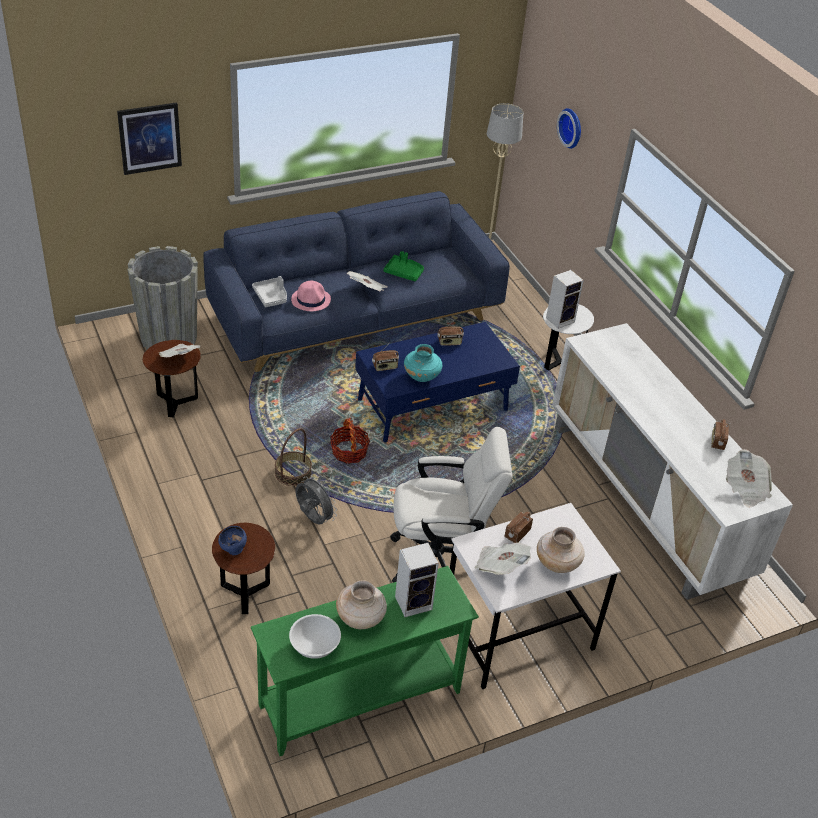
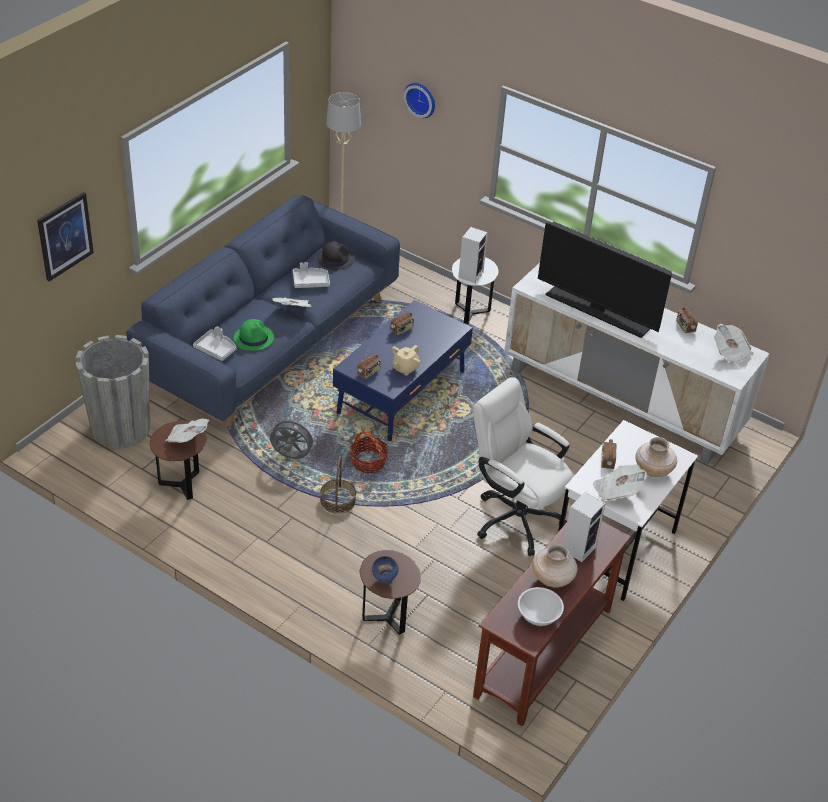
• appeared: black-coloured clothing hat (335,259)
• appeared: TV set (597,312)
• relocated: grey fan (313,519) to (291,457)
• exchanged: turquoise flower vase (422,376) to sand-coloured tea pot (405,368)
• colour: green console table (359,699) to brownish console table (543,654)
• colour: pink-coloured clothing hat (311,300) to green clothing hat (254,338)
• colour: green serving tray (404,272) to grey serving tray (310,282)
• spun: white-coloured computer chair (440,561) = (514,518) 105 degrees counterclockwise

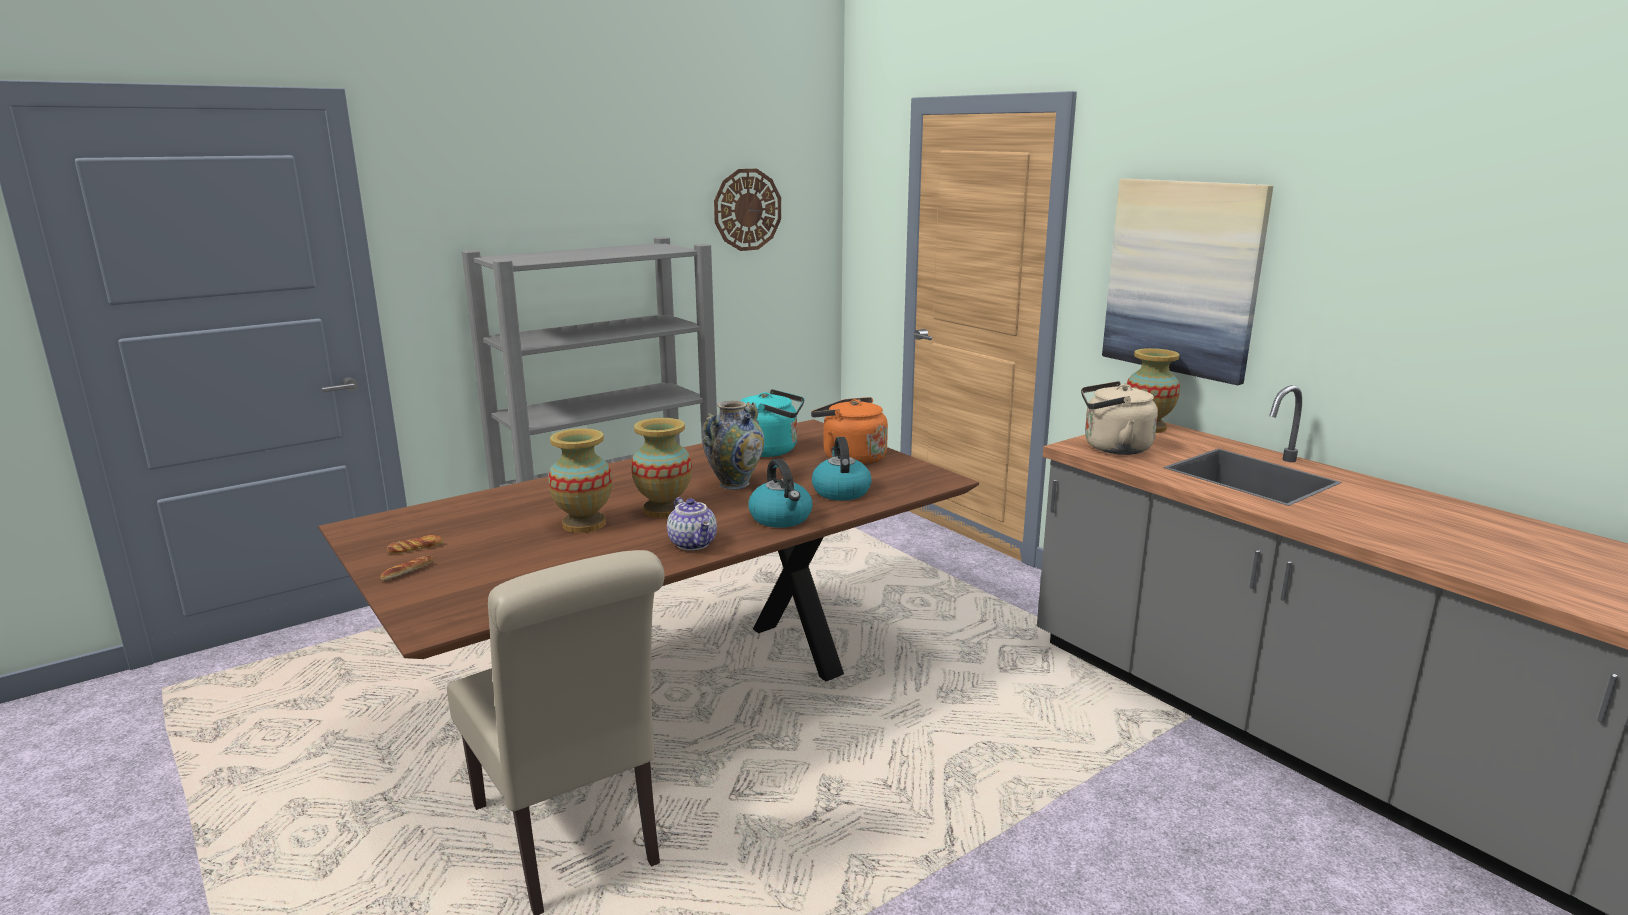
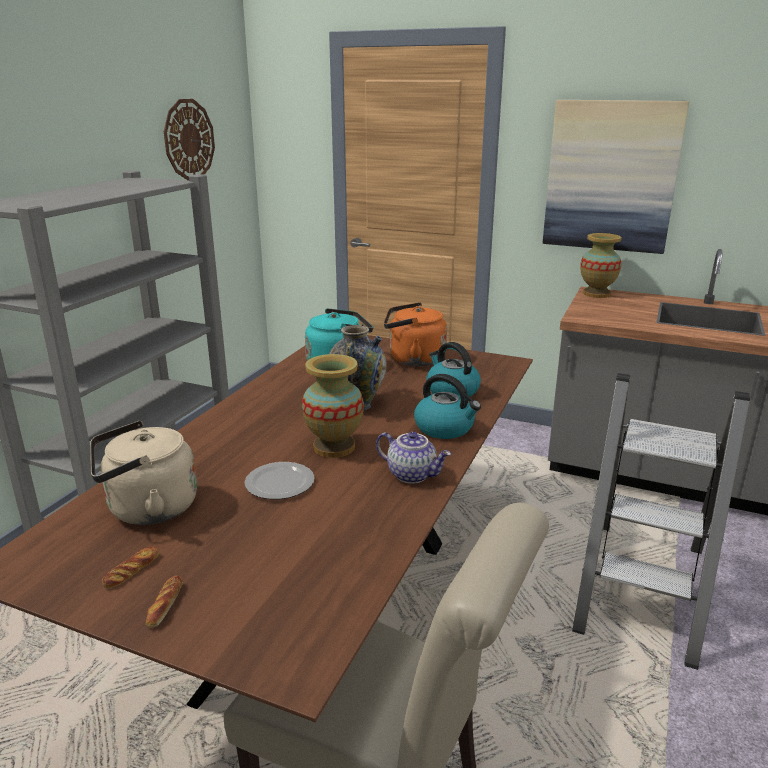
• appeared: grey step ladder (642,586)
• relocated: sand-coloured tea kettle (1112,448) to (147,509)
• exchanged: flower vase (584,524) to flat dish (280,484)

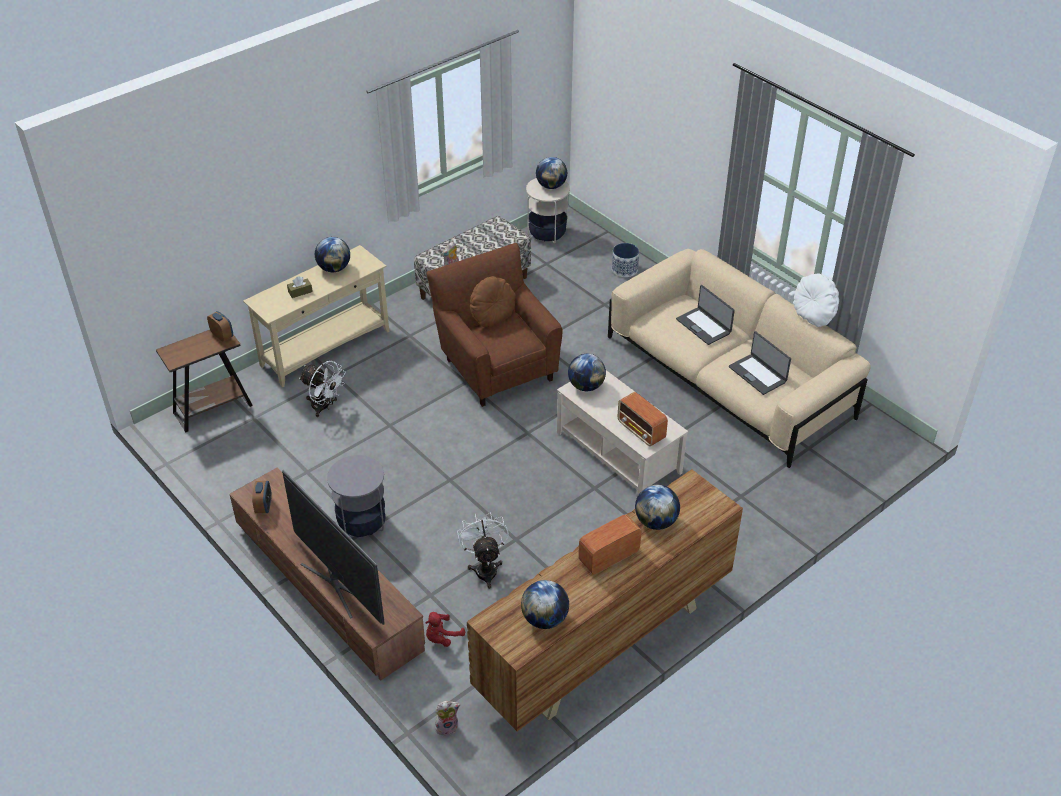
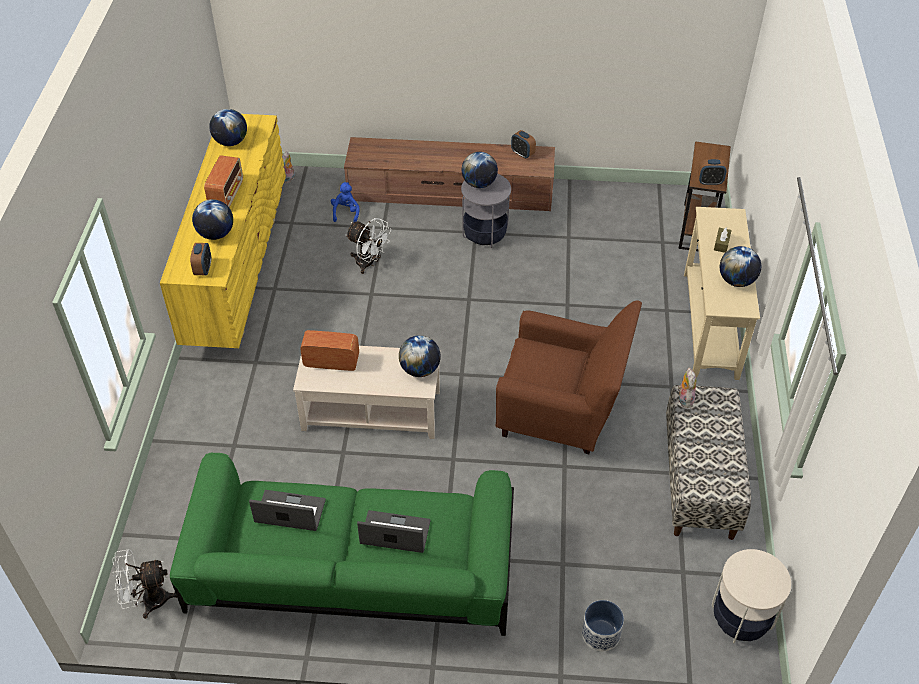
• missing: TV set (337,583)
• missing: brownish cushion (492,319)
• missing: white-coloured cushion (813,317)
• appeared: bedside clock (203,269)
• relocated: white-coloured fan (324,407) to (148,600)
• relocated: desk globe (551,186) to (479,183)
• colour: red cuddly toy (442,637) to blue-coloured cuddly toy (346,212)
• colour: brownish storage cabinet (605,645) to yellowish storage cabinet (238,273)
• colour: sand-coloured settee (731,376) to green settee (350,570)

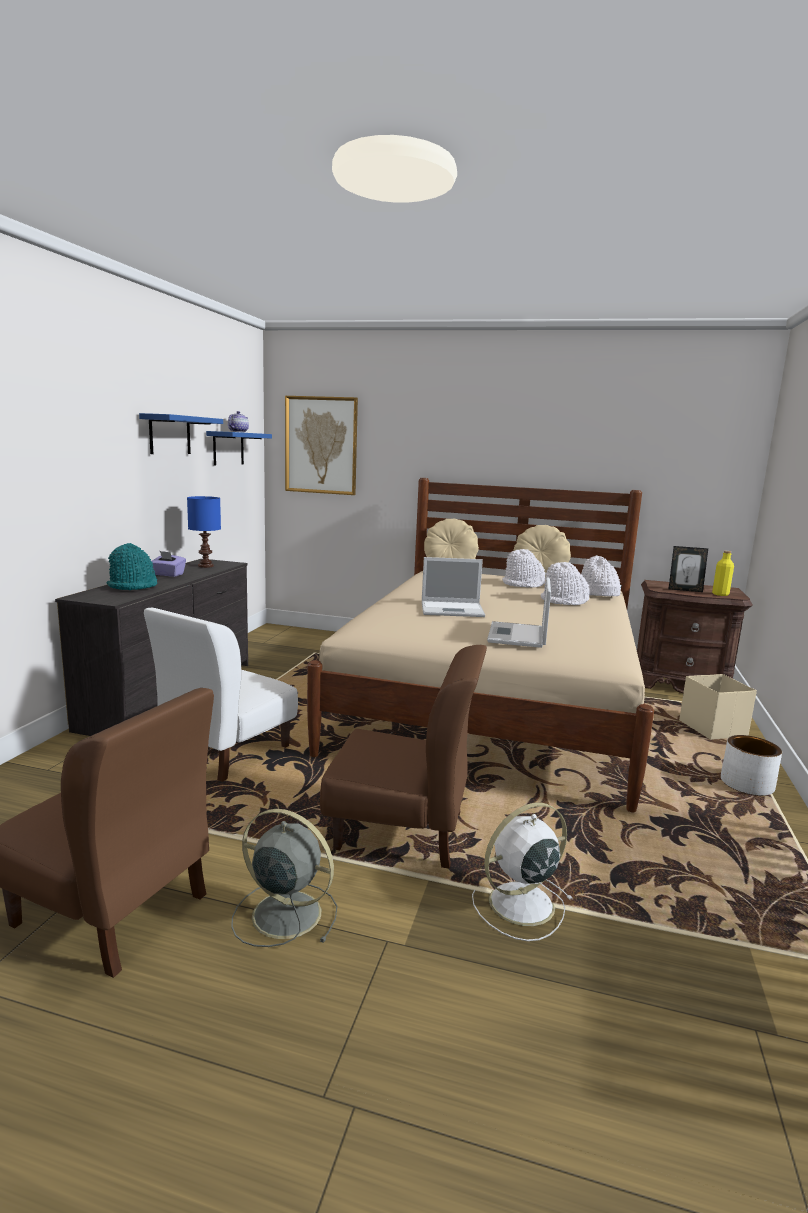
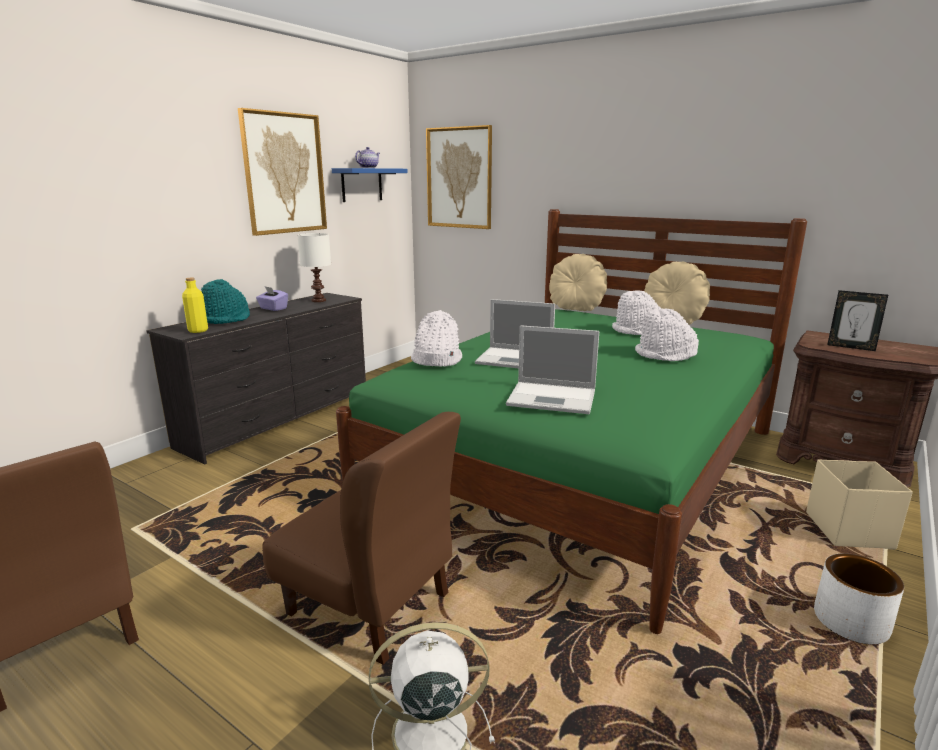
• missing: white-coloured upright chair (225,753)
• missing: grey fan (284,913)
• relocated: white-coloured clothing hat (596,593) to (436,360)
• relocated: yellowish drink bottle (720,594) to (198,330)
• exchanged: blue-coloured bracket shelf (170,435) to wall art (284,173)
• colour: blue-coloured lamp for a table (205,566) to white-coloured lamp for a table (318,300)
• colour: sand-coloured sleeping bed (492,704) to green sleeping bed (580,463)
• spun: portable computer (517,636) = (553,398) 105 degrees counterclockwise

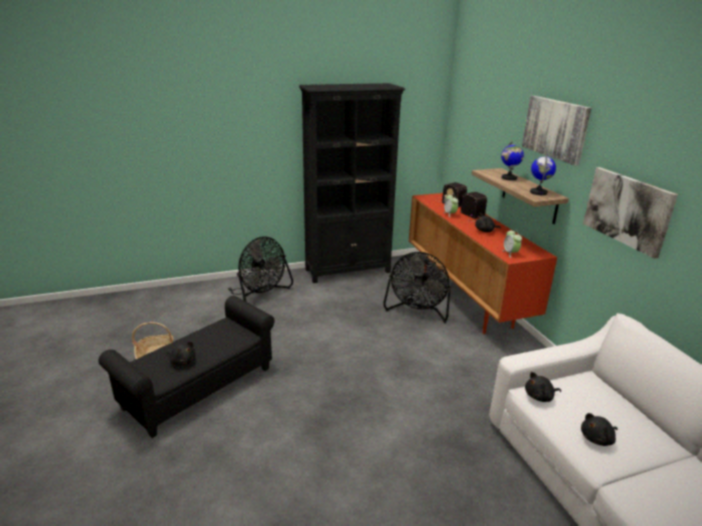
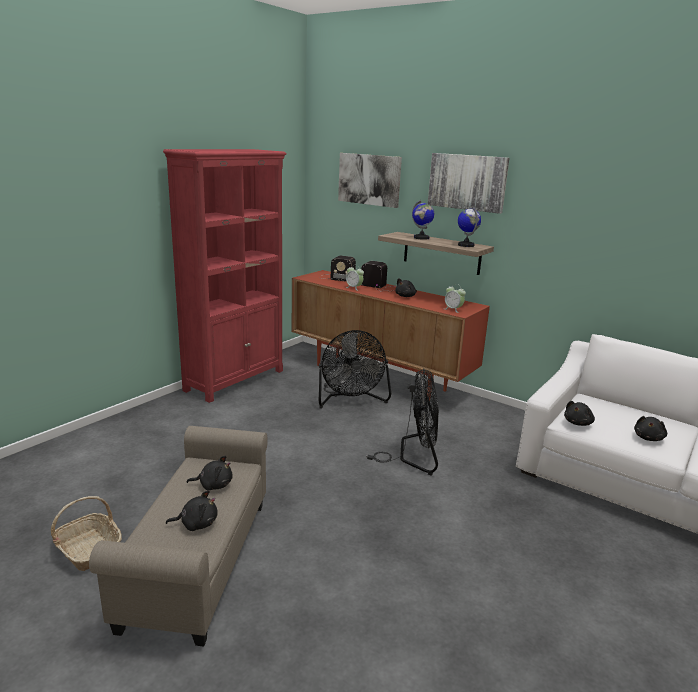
• appeared: black-coloured cuddly toy (213,485)
• relocated: black-coloured fan (259,295) to (413,453)
• relocated: wall art (627,210) to (369,179)
• colour: black-coloured ottoman (199,387) to sand-coloured ottoman (198,561)
• colour: black-coloured bookshelf (348,271) to red bookshelf (235,380)

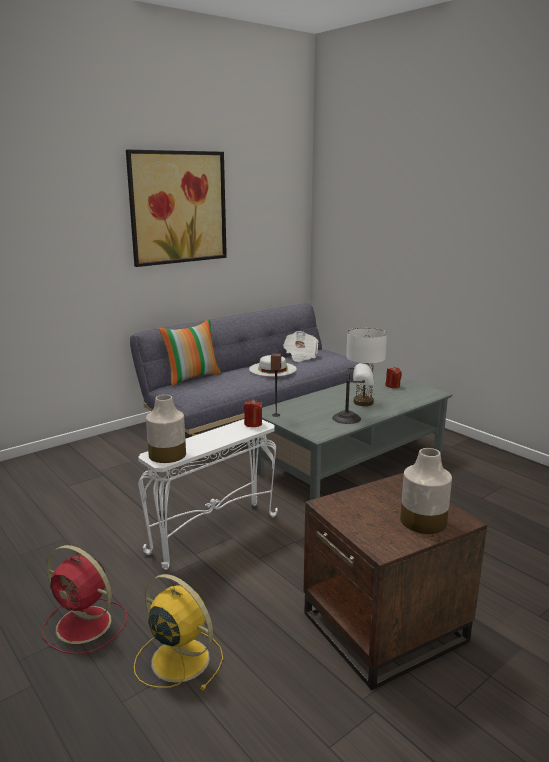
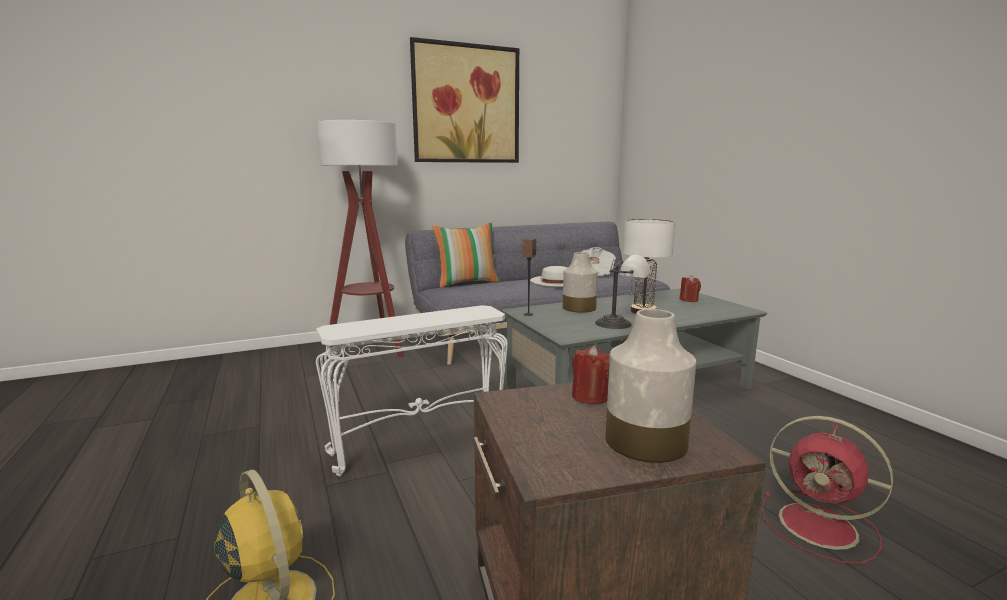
• appeared: standard lamp (371,347)
• relocated: red fan (86,625) to (821,527)
• relocated: sand-coloured flower vase (167,454) to (579,308)
• relocated: red wax candle (253,424) to (590,397)

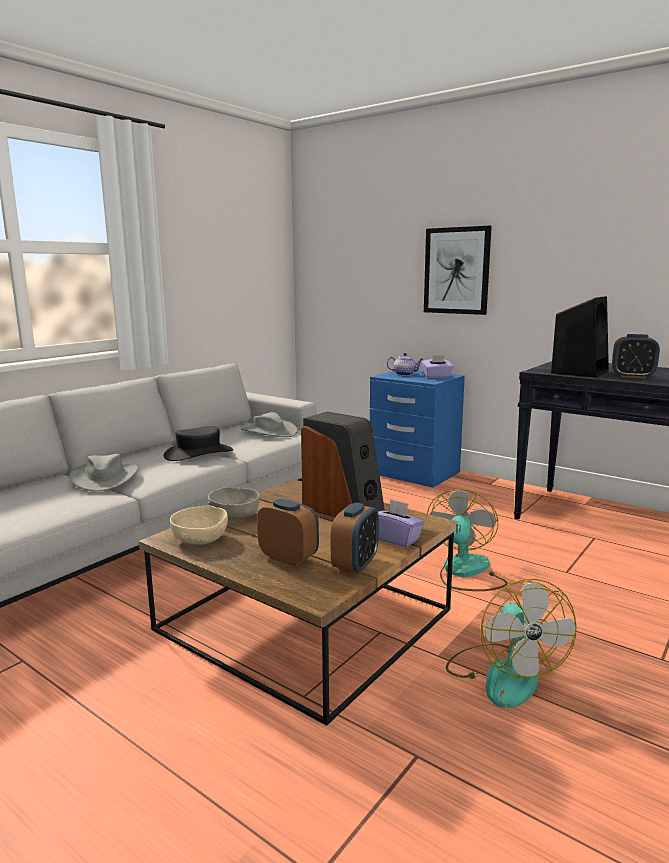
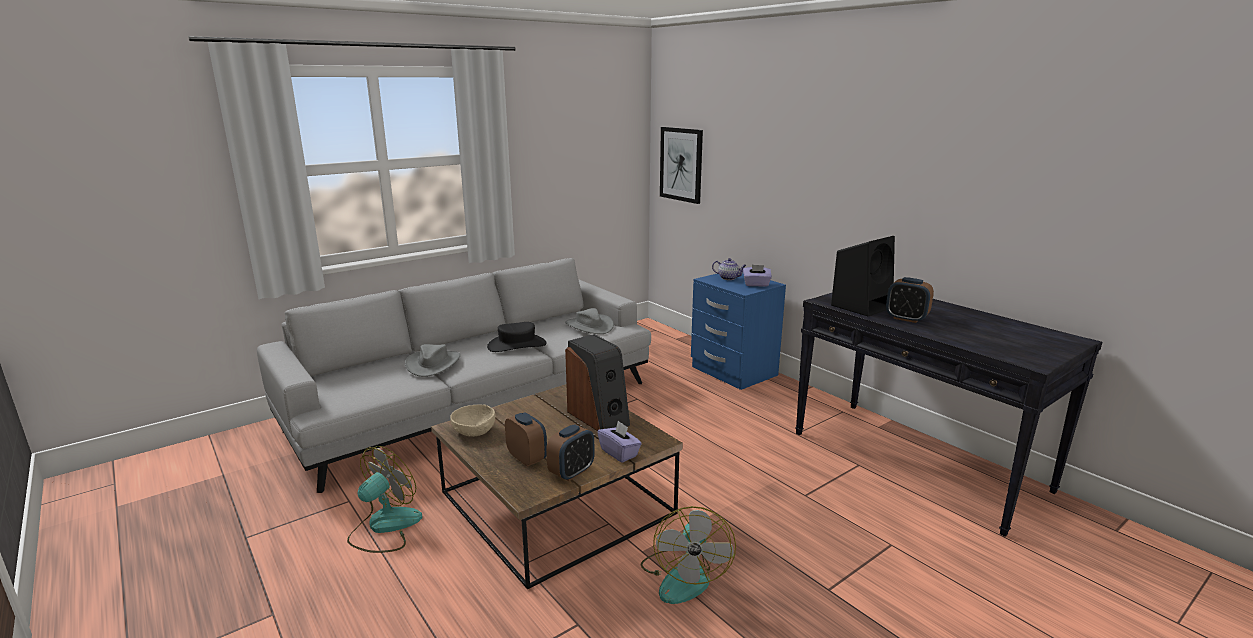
• missing: grey deep dish (235,516)
• relocated: wall art (456,271) to (681,164)
• relocated: fan (465,572) to (384,527)

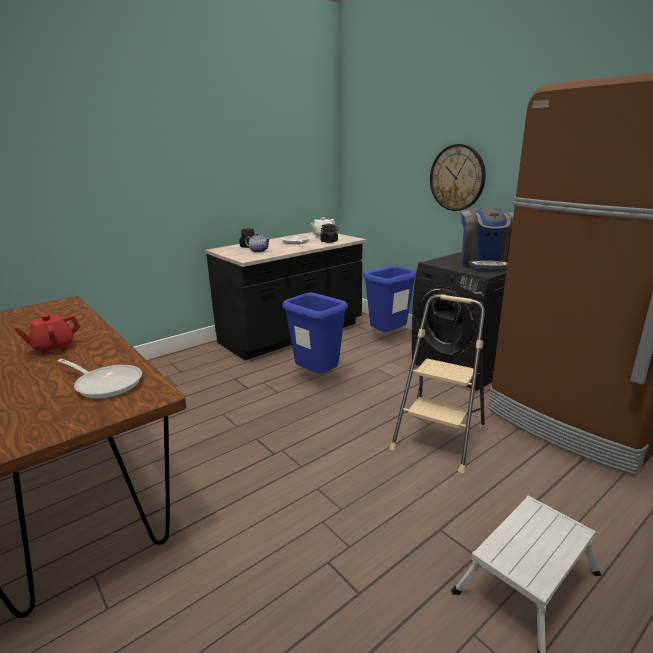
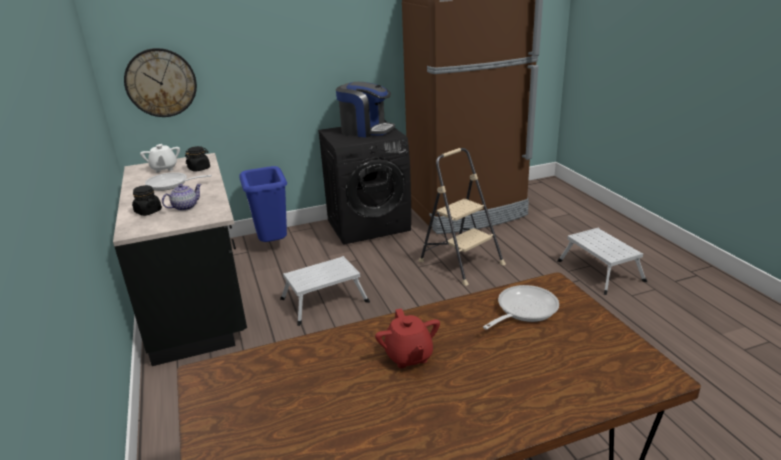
• relocated: hanging clock (457,178) to (161,83)
• exchanged: blue-coloured waste bin (317,377) to white-coloured step ladder (325,300)

